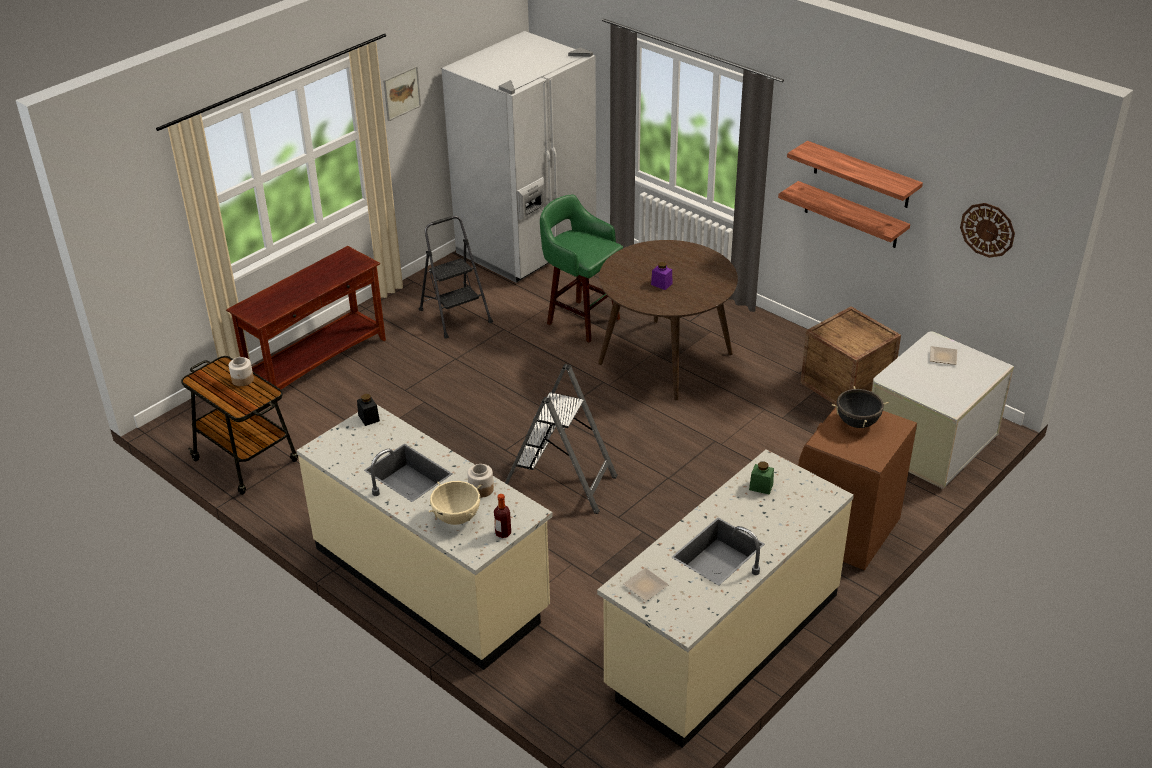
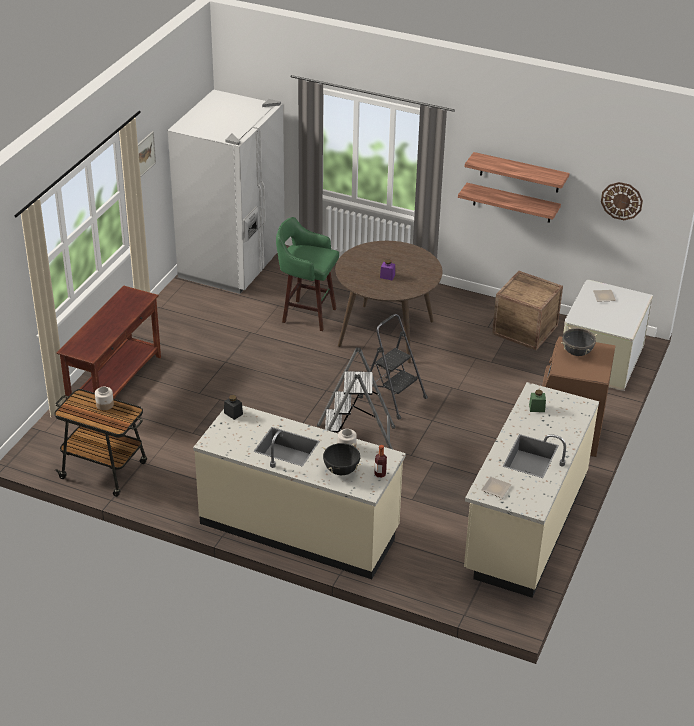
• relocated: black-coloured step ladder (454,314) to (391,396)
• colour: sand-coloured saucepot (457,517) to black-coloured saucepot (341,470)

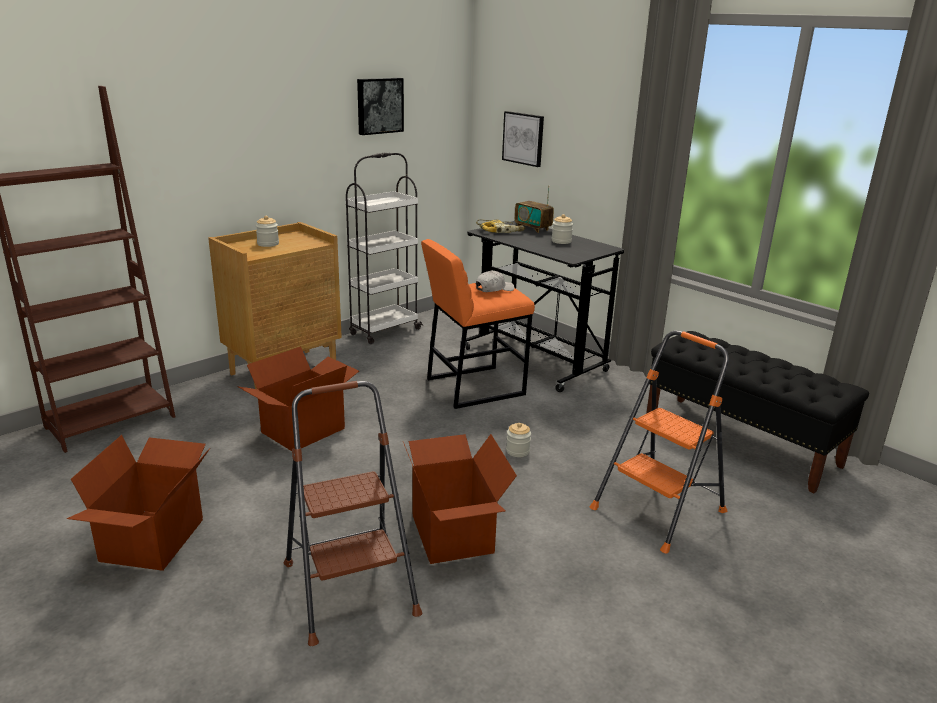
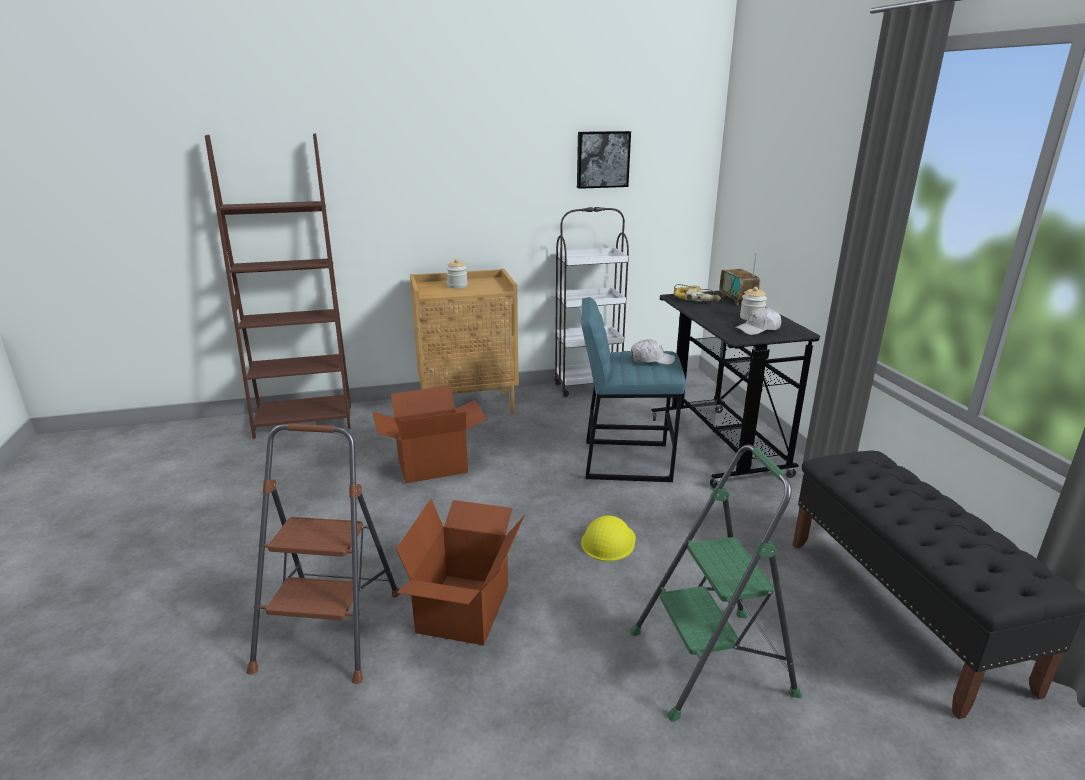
• missing: cardboard box (154,540)
• missing: wall art (523,138)
• appeared: white-coloured peaked cap (758,329)
• exchanged: storage jar (517,451) to yellowish hard hat (608,541)
• colour: orange-coloured stool (473,387) to blue-coloured stool (624,461)
• colour: orange-coloured step ladder (661,507) to green step ladder (716,661)

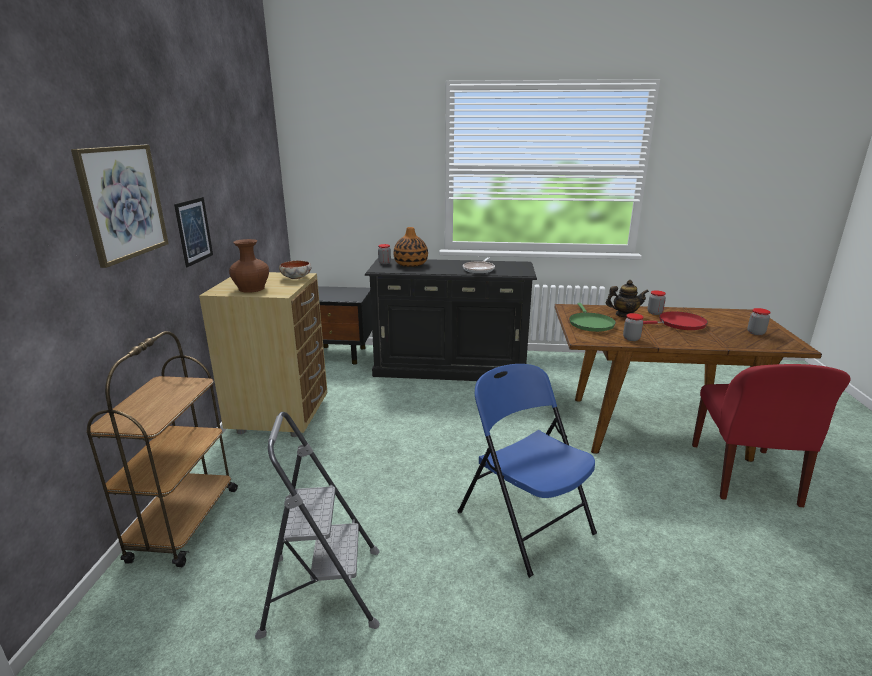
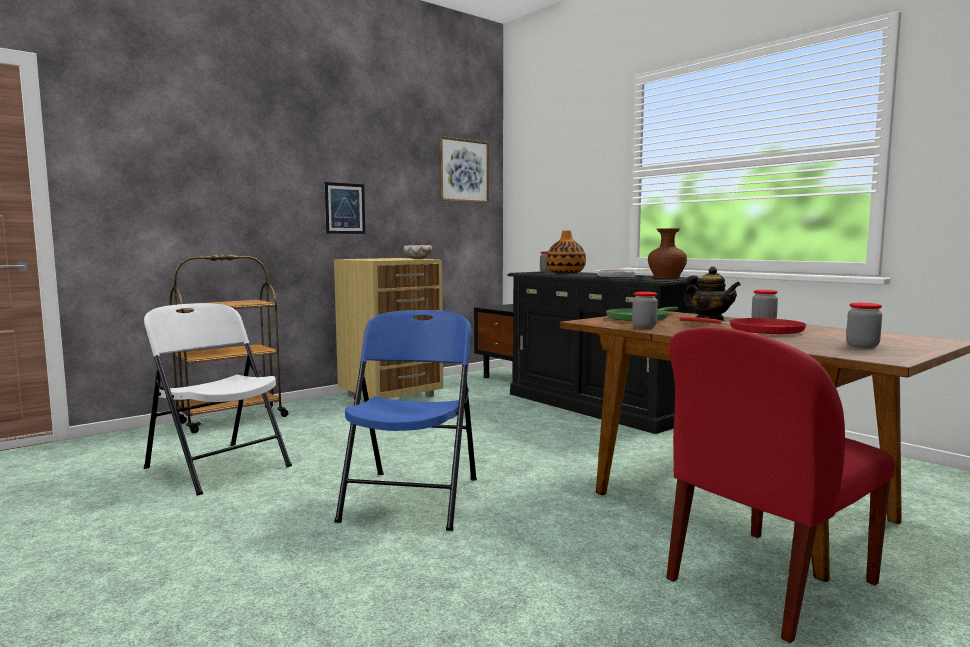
• relocated: wall art (123,202) to (463,171)
• relocated: brownish flower vase (251,289) to (666,277)
• exchanged: grey step ladder (318,589) to white-coloured upright chair (218,467)

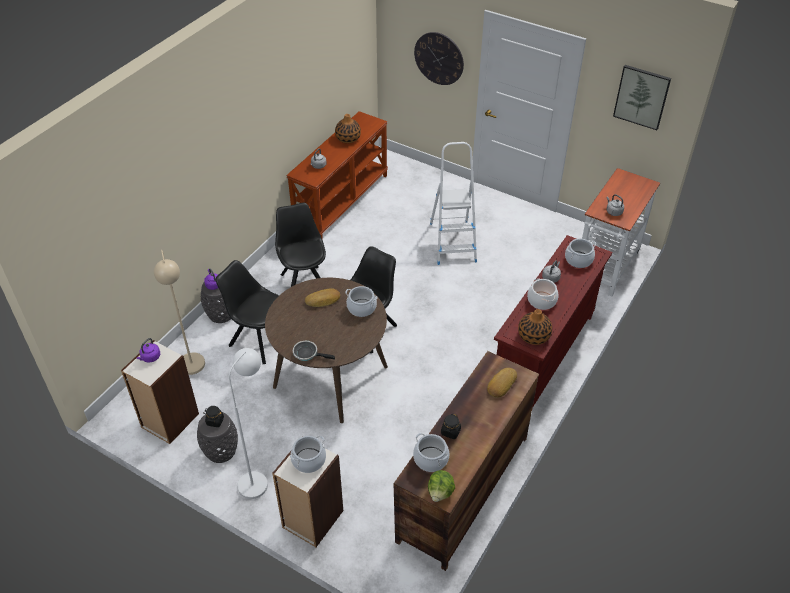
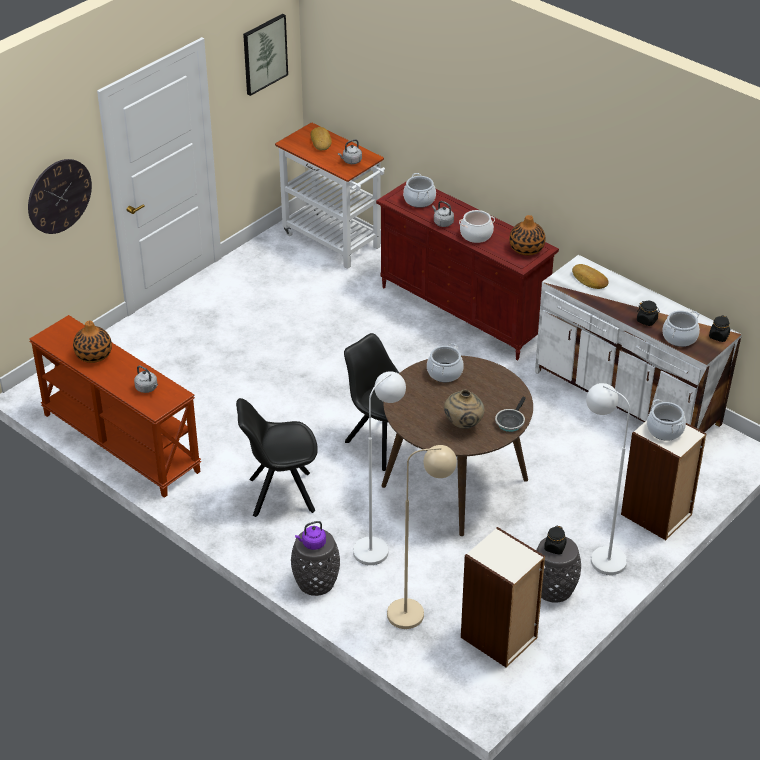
• missing: purple-coloured tea kettle (150,357)
• missing: white-coloured step ladder (453,242)
• appeared: sand-coloured flower vase (463,425)
• relocated: baked bread (323,300) to (321,141)
• exchanged: black-coloured upright chair (258,341) to white-coloured standard lamp (377,546)
• exchanged: head of lettuce (440,492) to black-coloured storage jar (719,336)
• colour: brownish storage cabinet (461,488) to white-coloured storage cabinet (627,399)

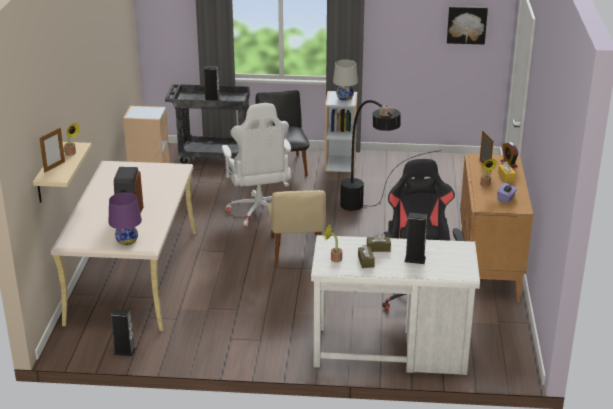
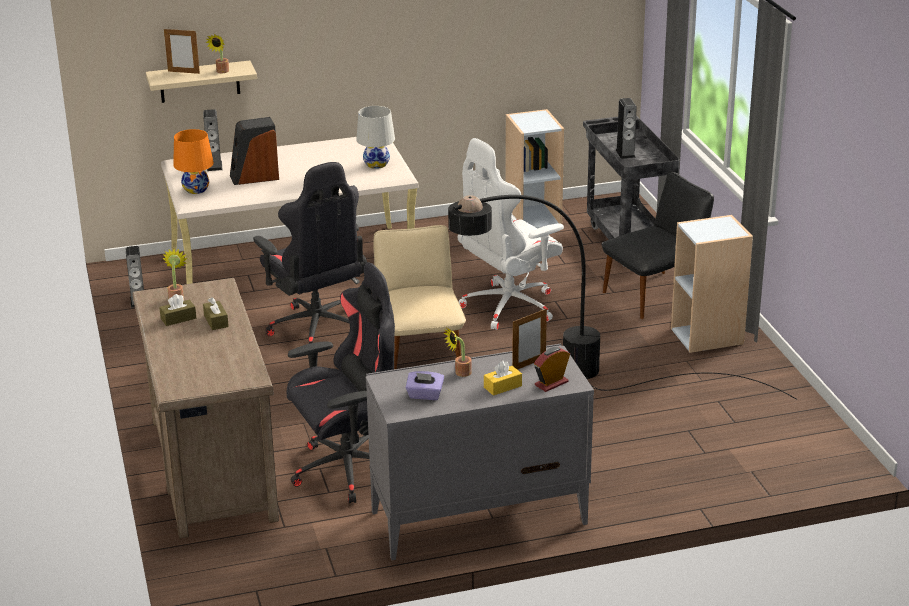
• missing: wall art (466,24)
• appeared: black-coloured computer chair (316,327)
• relocated: white-coloured lamp for a table (344,98) to (376,164)
• relocated: speaker (415,259) to (214,166)
• colour: purple-coloured lamp for a table (127,241) to orange-coloured lamp for a table (196,189)
• colour: white-coloured desk (390,350) to brownish desk (211,469)
• colour: brownish storage cabinet (488,267) to grey storage cabinet (478,518)
• spun: sand-coloured upright chair (296,251) = (420,355) 105 degrees clockwise

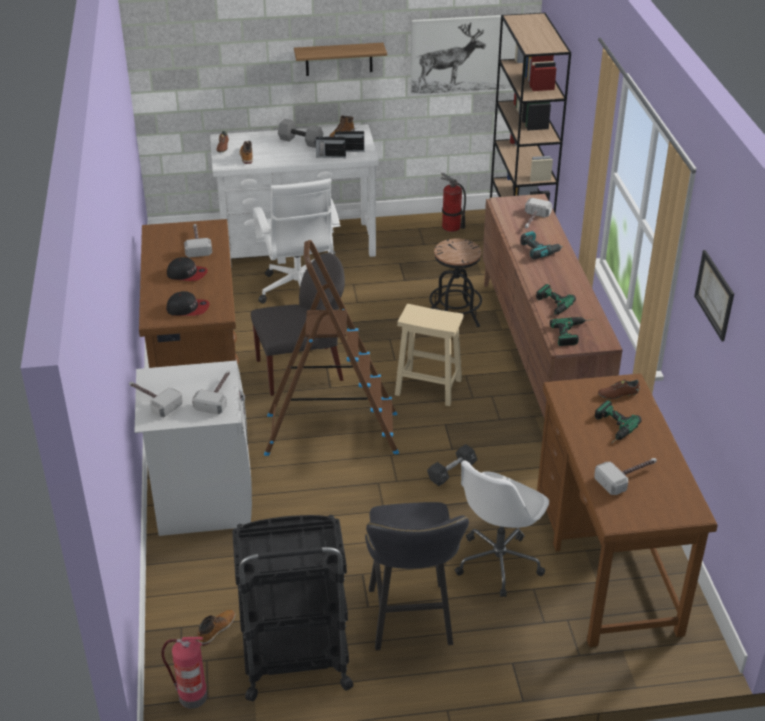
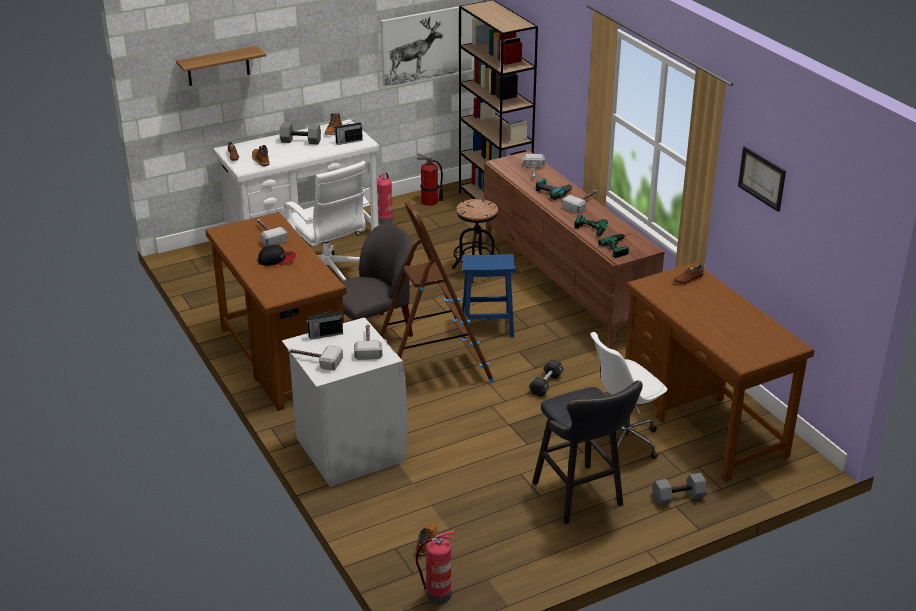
• missing: peaked cap (188,309)
• missing: black-coloured trolley (296,659)
• missing: electric drill (610,427)
• appeared: fire extinguisher (384,220)
• appeared: grey dumbbell (678,498)
• relocated: bracket shelf (339,59) to (218,66)
• relocated: radio (330,156) to (325,335)
• relocated: hand hammer (628,476) to (582,203)
• colour: sand-coloured stool (429,387) to blue-coloured stool (488,326)
• spun: white-coloured computer chair (497,565) = (622,442) 45 degrees clockwise

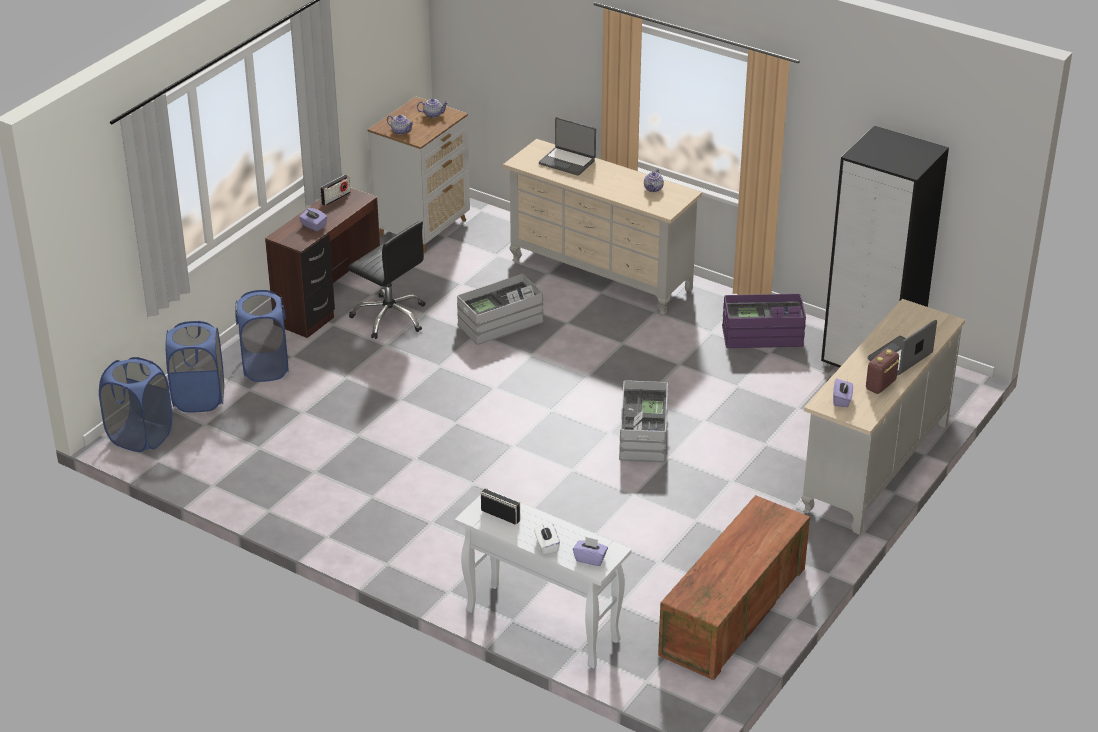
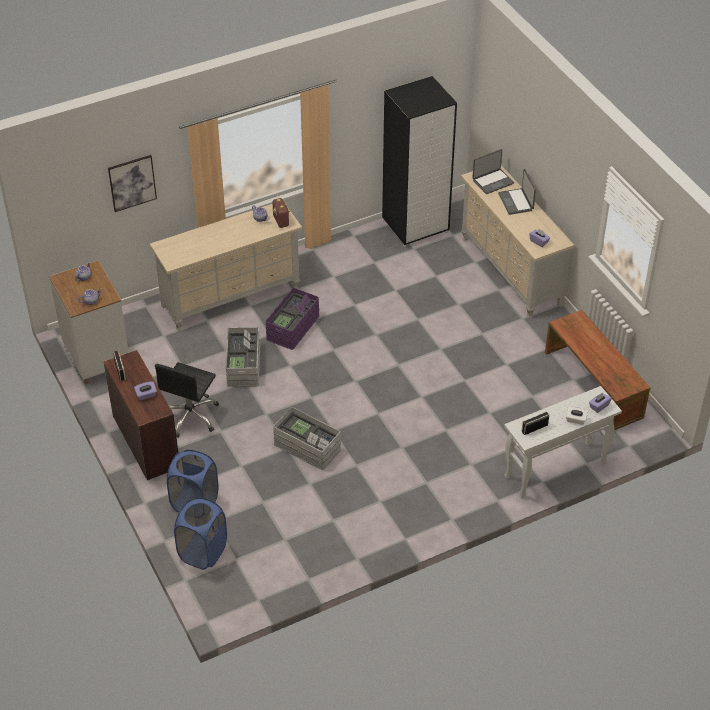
• missing: blue-coloured washing basket (140,436)
• appeared: wall art (132,182)
• relocated: portable computer (567,162) to (492,181)
• relocated: grey storage bin (644,435) to (307,446)
• relocated: purple-coloured storage bin (762,334) to (292,327)
• relocated: radio (880,385) to (281,221)
• spun: black-coloured computer chair (390,317) = (190,416) 135 degrees clockwise

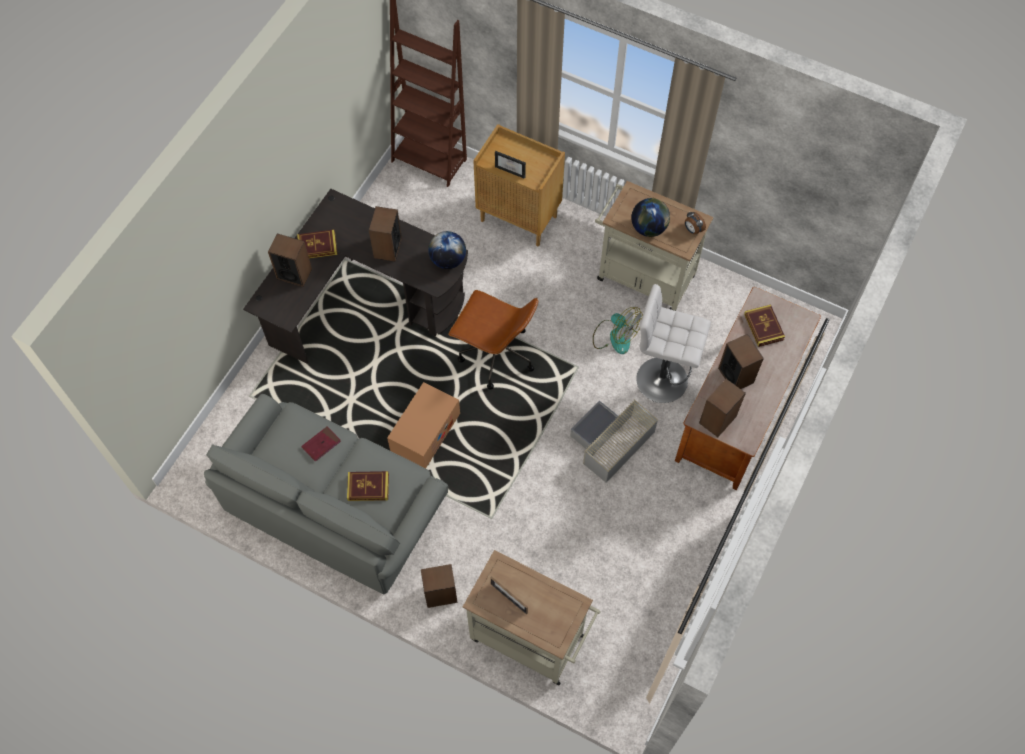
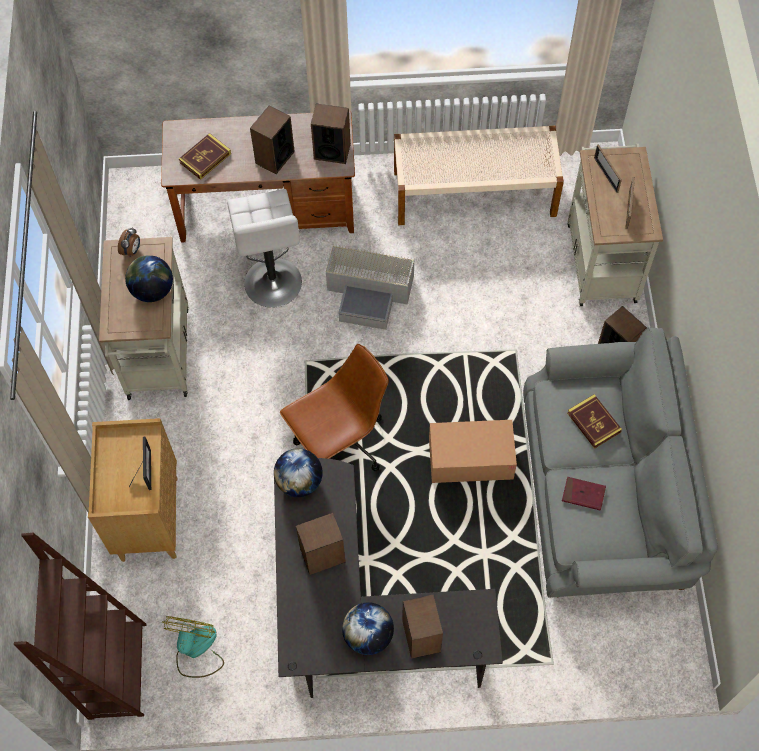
• appeared: sand-coloured indoor bench (474,192)
• appeared: standing frame (606,175)
• relocated: fan (615,336) to (196,650)
• exchanged: volume (317,246) to desk globe (368,635)
• spun: brownish computer chair (495,355) = (340,444) 60 degrees clockwise

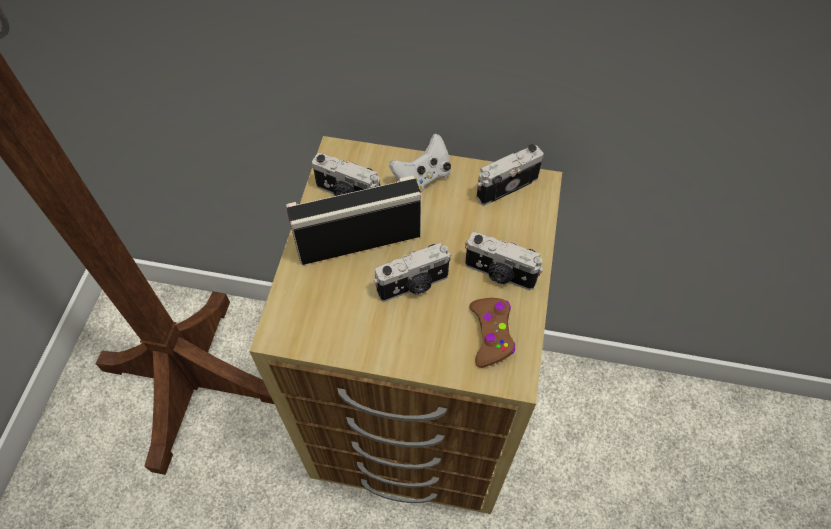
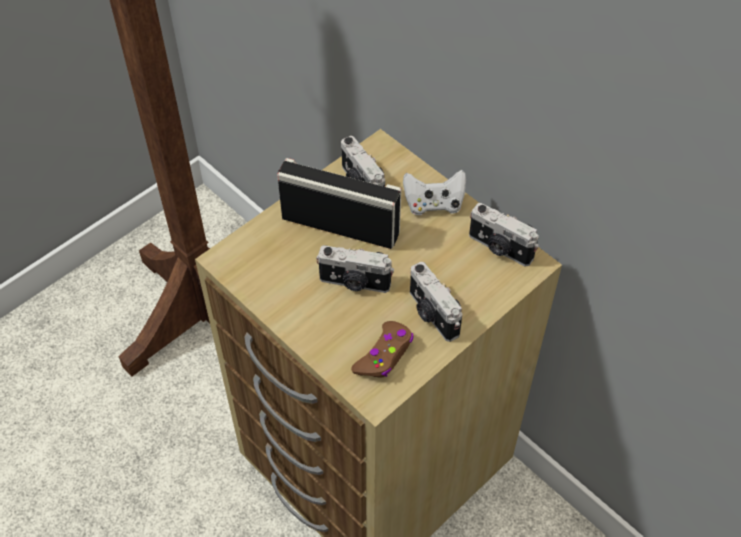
• spun: photo camera (505,186) = (499,248) 150 degrees counterclockwise

